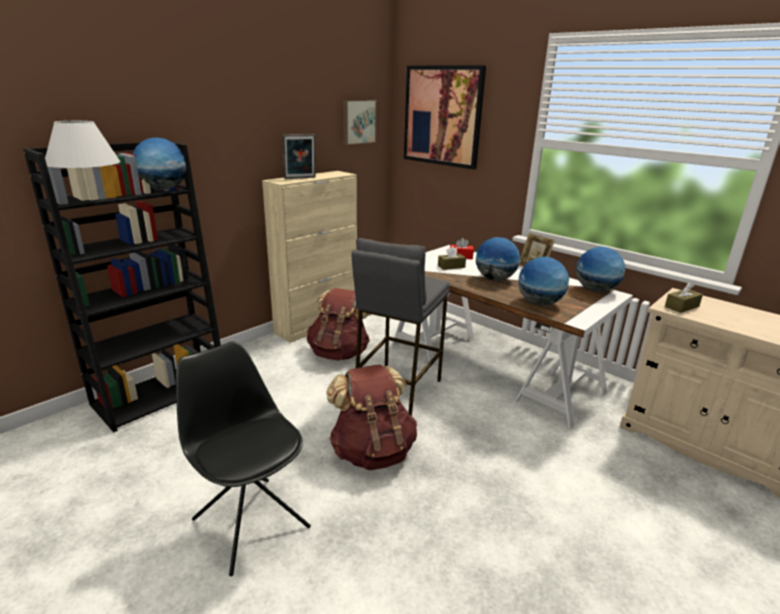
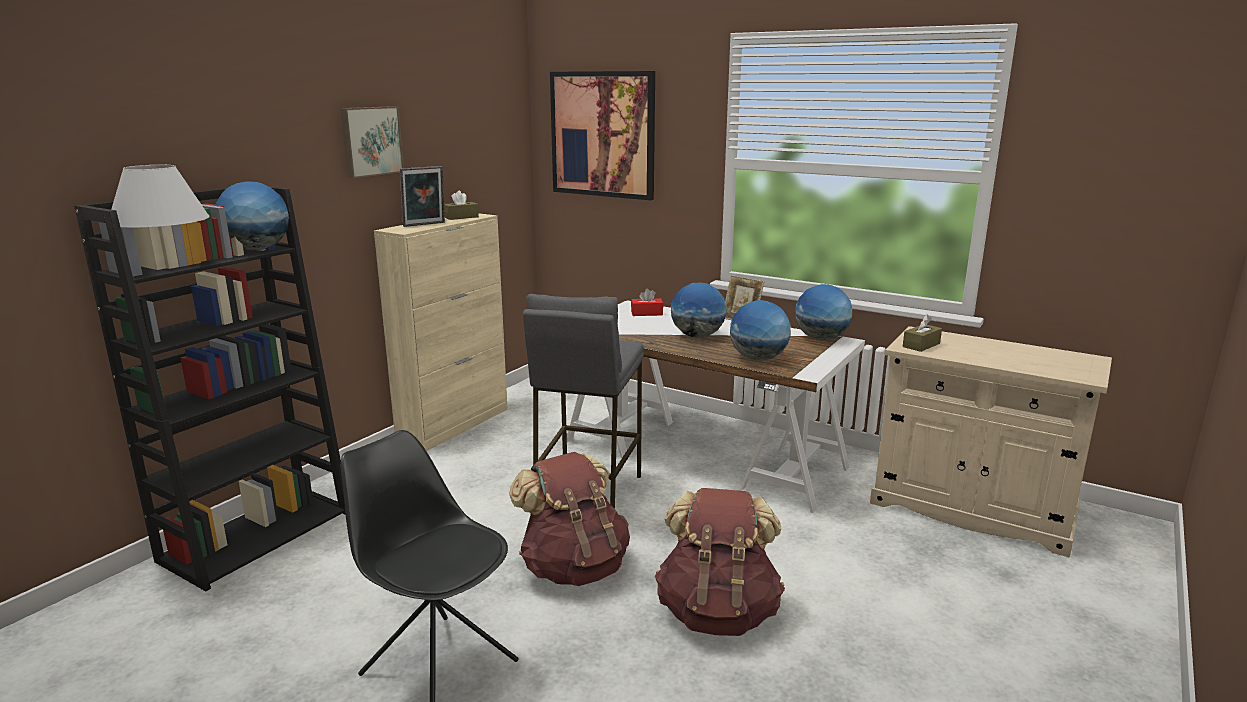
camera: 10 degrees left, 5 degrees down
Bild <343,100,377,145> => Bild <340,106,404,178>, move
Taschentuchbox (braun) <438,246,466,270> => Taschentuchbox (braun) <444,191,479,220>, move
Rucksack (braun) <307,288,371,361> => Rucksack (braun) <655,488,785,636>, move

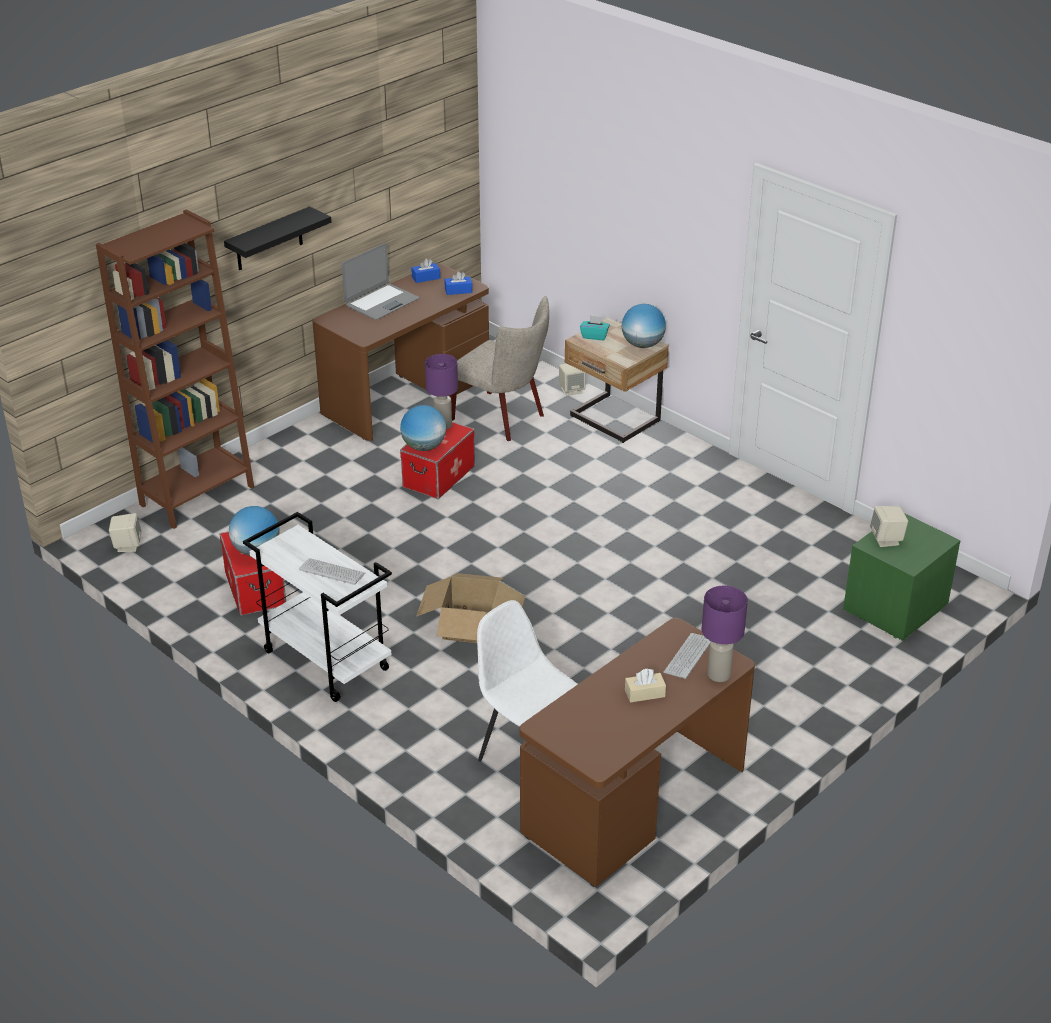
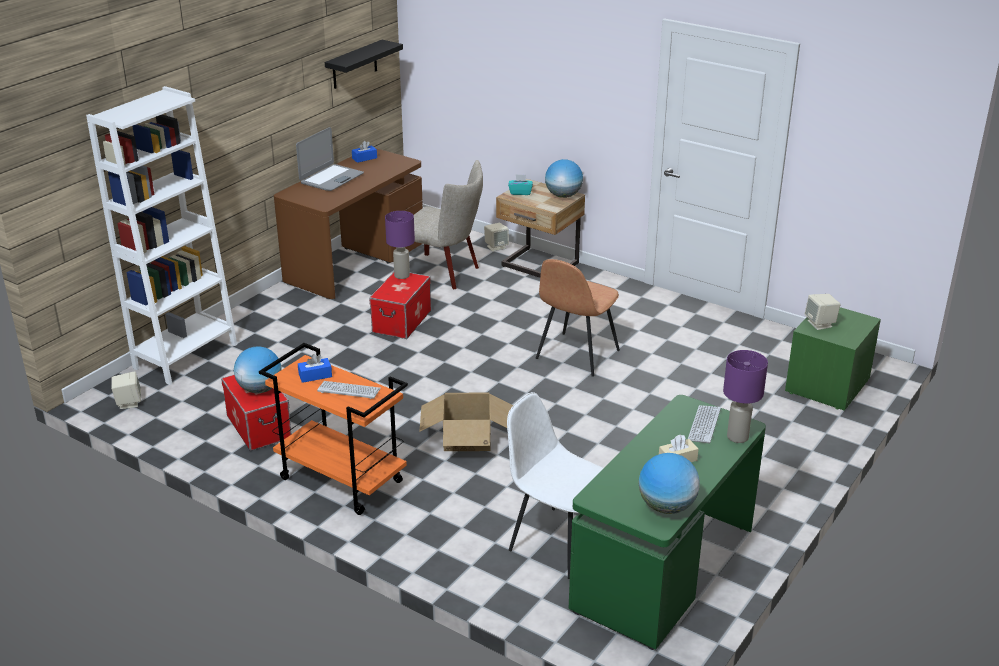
camera: 10 degrees left, 5 degrees down
Bücherregal (braun) <96,210,254,529> => Bücherregal (weiß) <86,86,237,385>
Rollwagen (weiß) <243,512,392,702> => Rollwagen (orange) <259,343,408,515>
Taschentuchbox (blau) <444,271,472,295> => Taschentuchbox (blau) <298,354,332,383>, move
Wandregal (schwarz) <224,206,332,270> => Wandregal (schwarz) <325,40,403,89>, move
nothing => Stuhl (braun) <536,259,620,377>
Schreibtisch (braun) <519,618,755,887> => Schreibtisch (grün) <569,395,766,650>
Globus <400,405,446,451> => Globus <639,453,700,514>, move

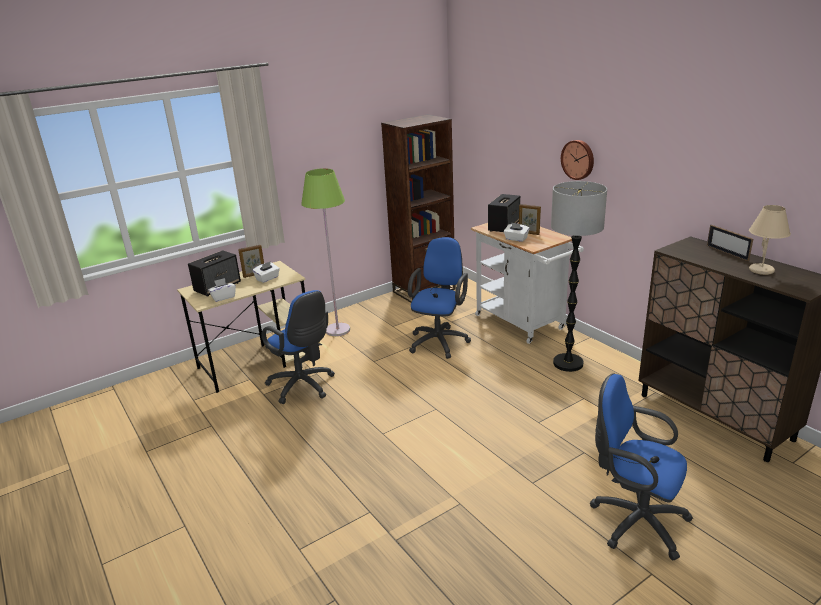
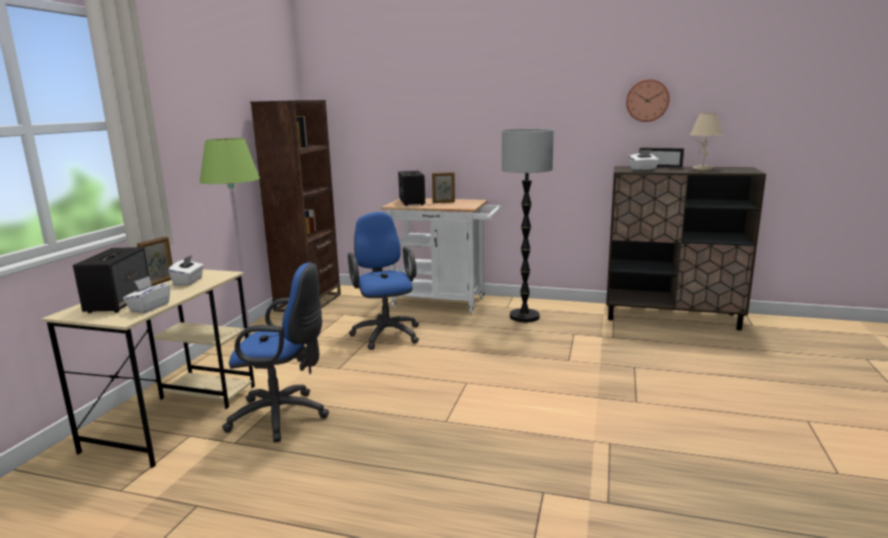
camera: 40 degrees left, 10 degrees down
Wanduhr <561,140,594,180> => Wanduhr <626,79,670,122>, move
Taschentuchbox (weiß) <504,222,530,242> => Taschentuchbox (weiß) <629,150,659,170>, move
Bürostuhl (blau) <590,373,693,560> => nothing

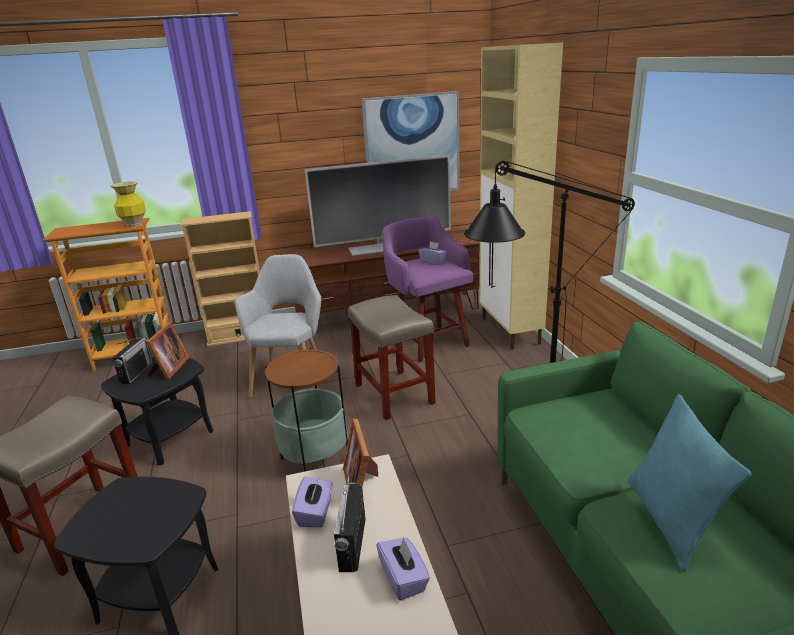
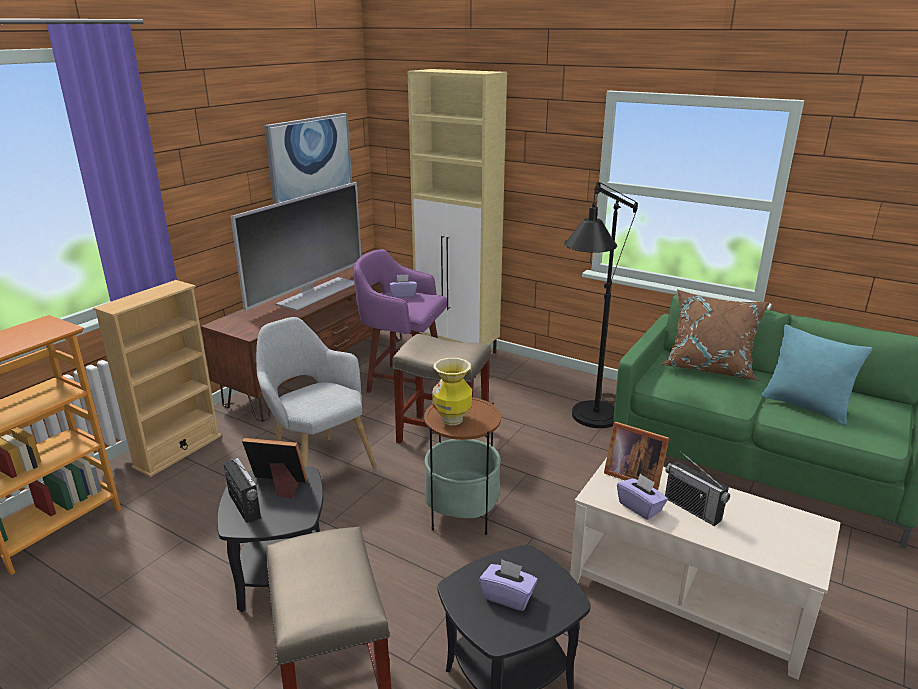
camera: 45 degrees left, 0 degrees up
Bilderrahmen <146,322,190,380> => Bilderrahmen <242,438,307,499>, 45 degrees counterclockwise
Vase <110,181,146,227> => Vase <432,358,472,425>, move
Taschentuchbox (lila) <376,536,430,601> => Taschentuchbox (lila) <479,559,538,611>, move
nothing => Kissen (braun) <660,289,770,381>

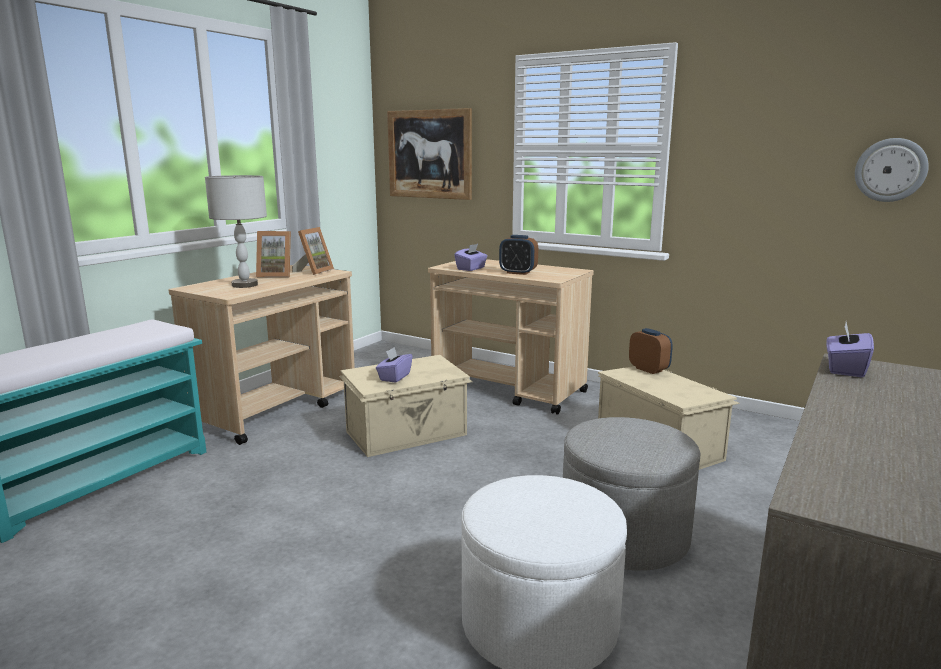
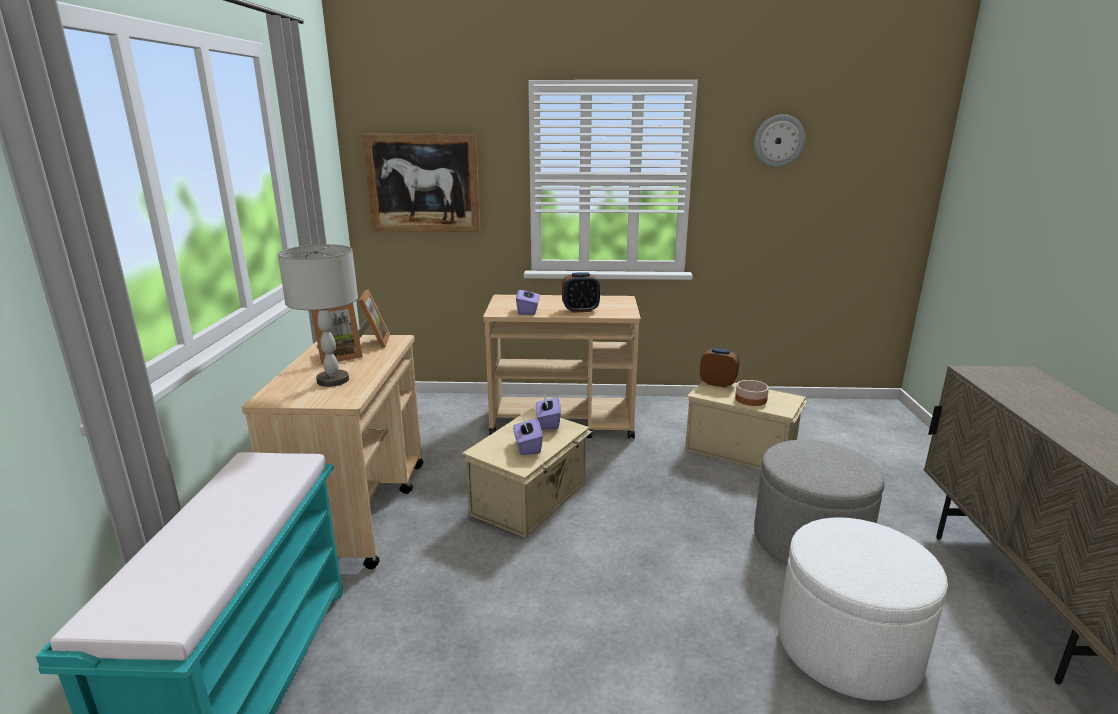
camera: 30 degrees left, 5 degrees up
Taschentuchbox (lila) <826,322,874,377> => Taschentuchbox (lila) <536,393,561,429>, move
nothing => Schüssel <735,380,769,406>
Wanduhr <855,138,929,202> => Wanduhr <754,114,805,167>, move

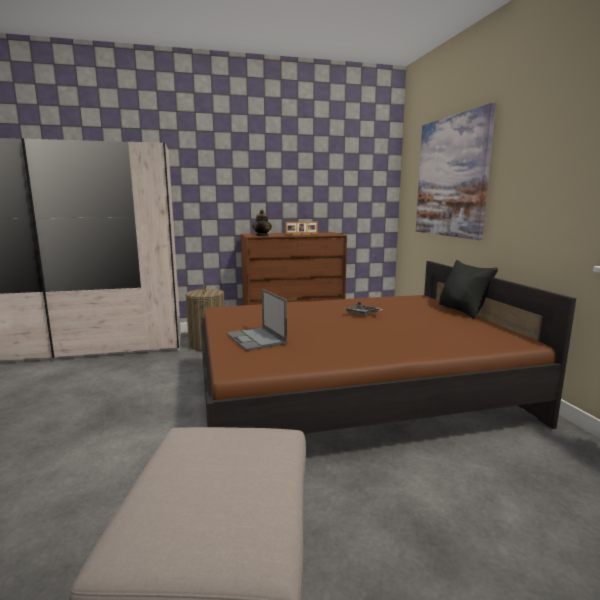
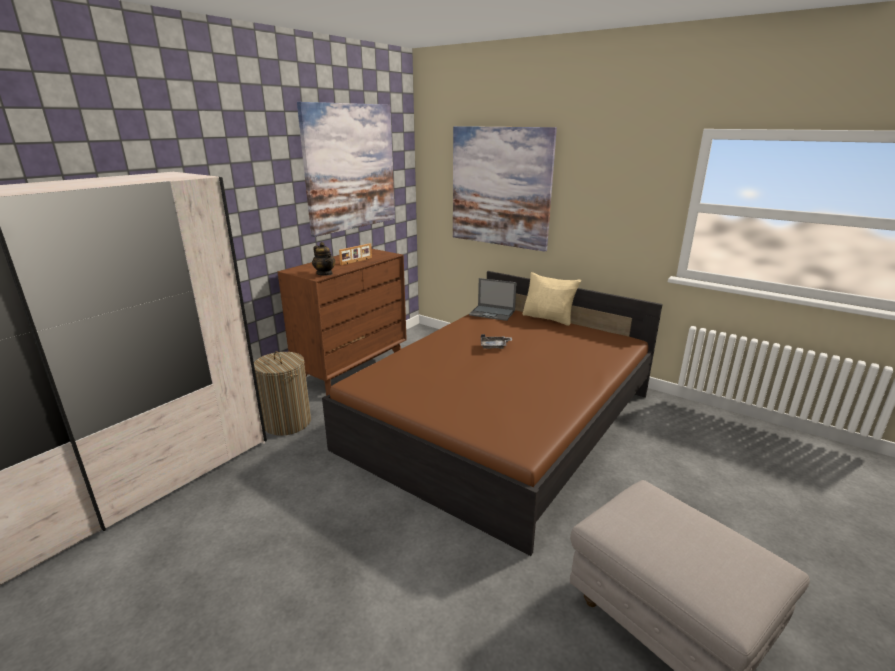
camera: 40 degrees left, 10 degrees up
nothing => Bild <297,102,395,237>
Laptop <226,289,287,351> => Laptop <469,278,517,321>, move
Kissen (schwarz) <439,260,498,319> => Kissen (beige) <522,272,581,326>

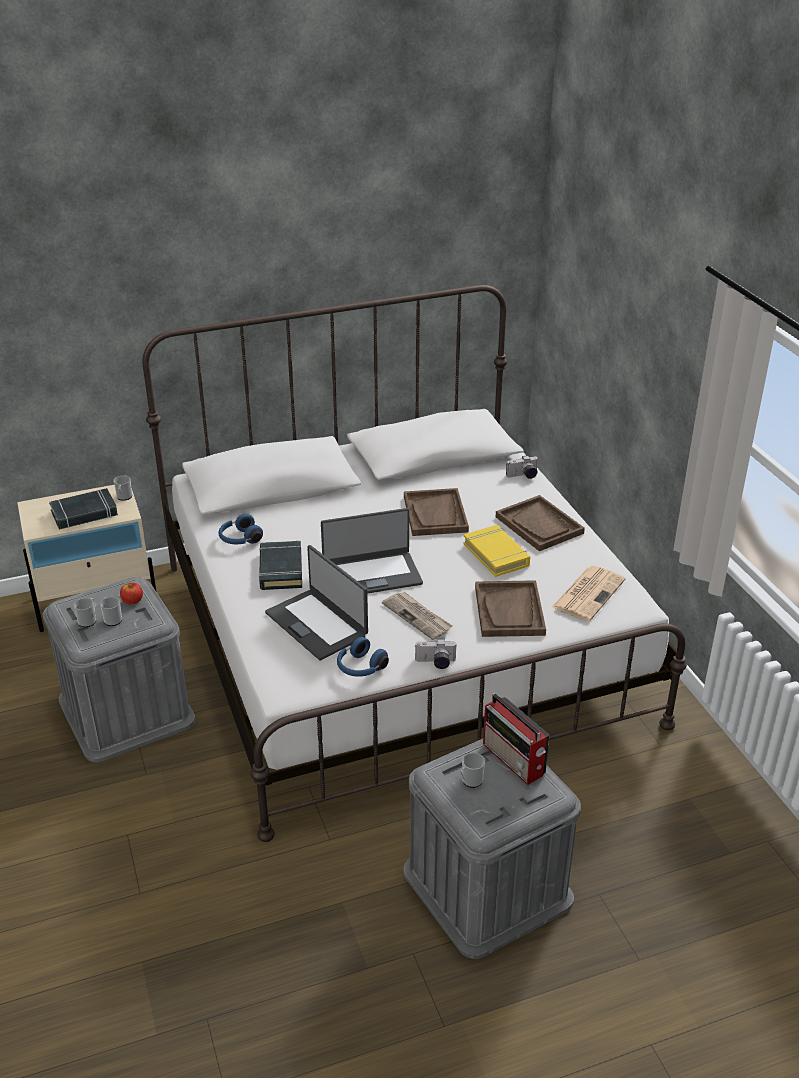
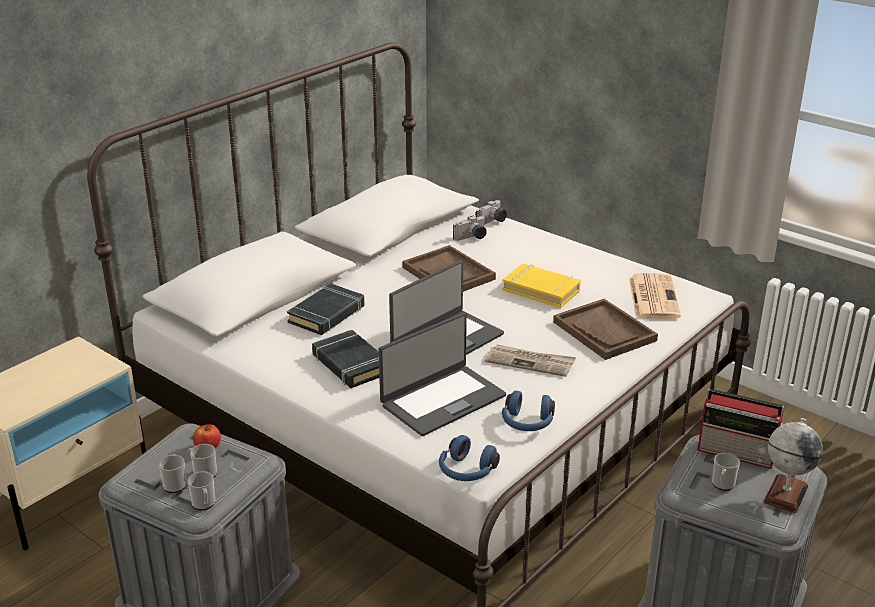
camera: 30 degrees left, 5 degrees down
Henkelbecher <113,475,132,501> => Henkelbecher <187,471,215,510>, move
Buch (schwarz) <49,488,118,529> => Buch (schwarz) <287,284,365,335>, move
Laptop <265,545,368,660> => Laptop <379,312,506,436>, 60 degrees counterclockwise
Kopfhörer (blau) <219,514,263,544> => Kopfhörer (blau) <439,435,500,481>, move
Kamera <415,638,457,669> => Kamera <453,216,487,241>, move
nothing => Globus <764,418,823,513>
Tablett (braun) <496,495,585,551> => nothing

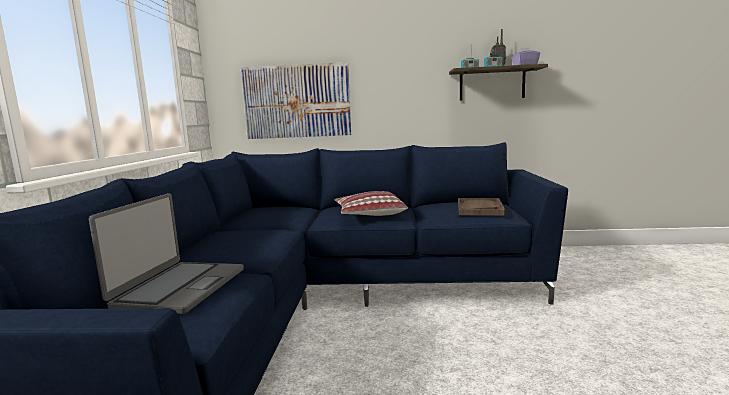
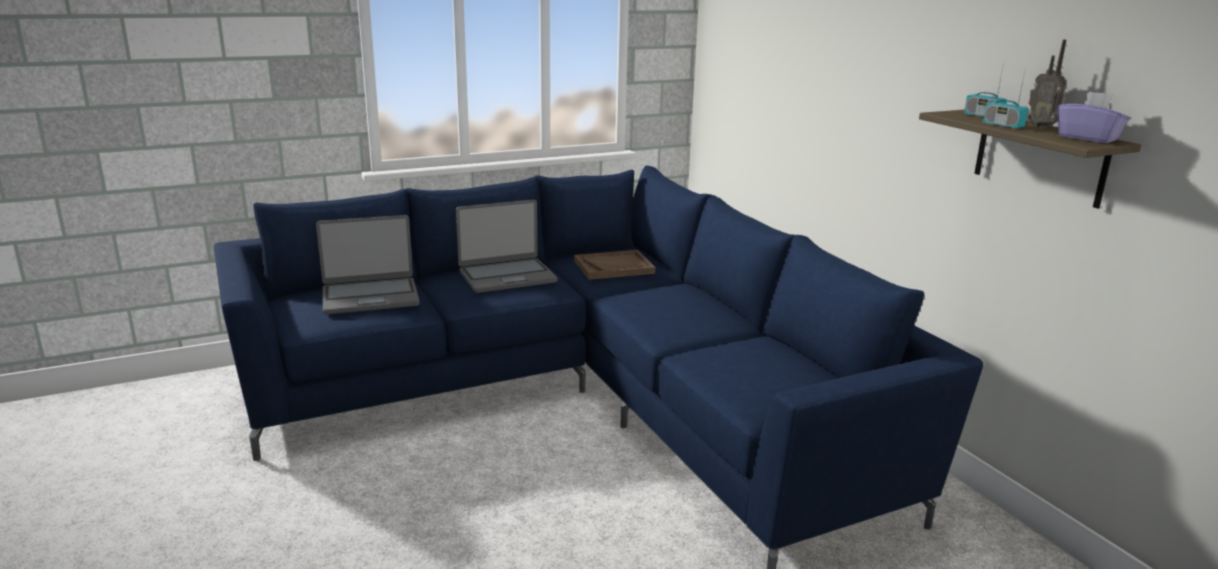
camera: 60 degrees right, 10 degrees up
nothing => Laptop <456,200,557,293>
Tablett (braun) <458,198,505,216> => Tablett (braun) <574,250,655,280>, move
Bild <241,62,351,139> => nothing
Kissen <334,191,408,216> => nothing

